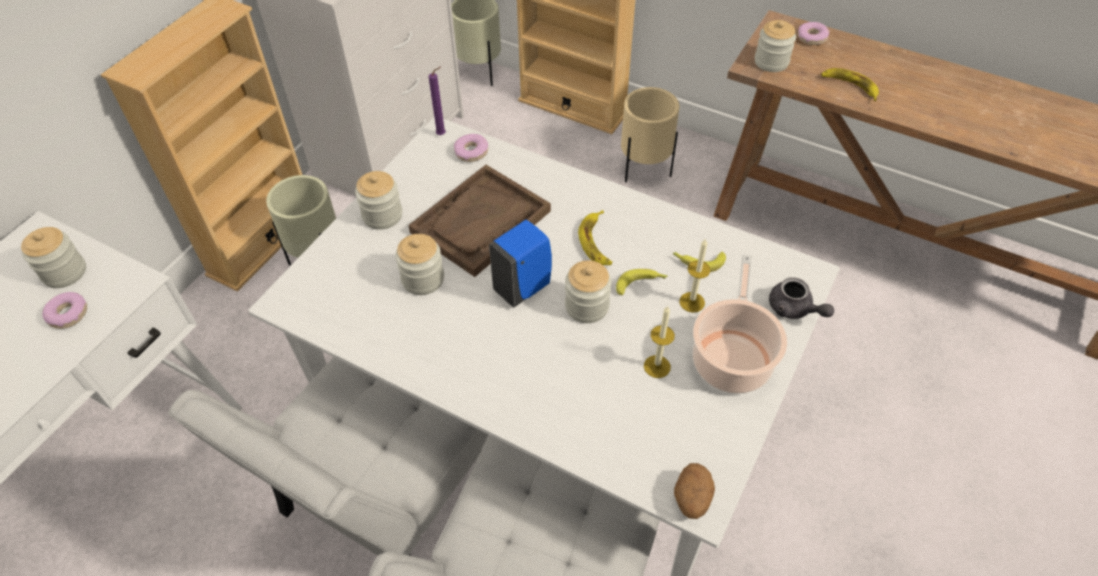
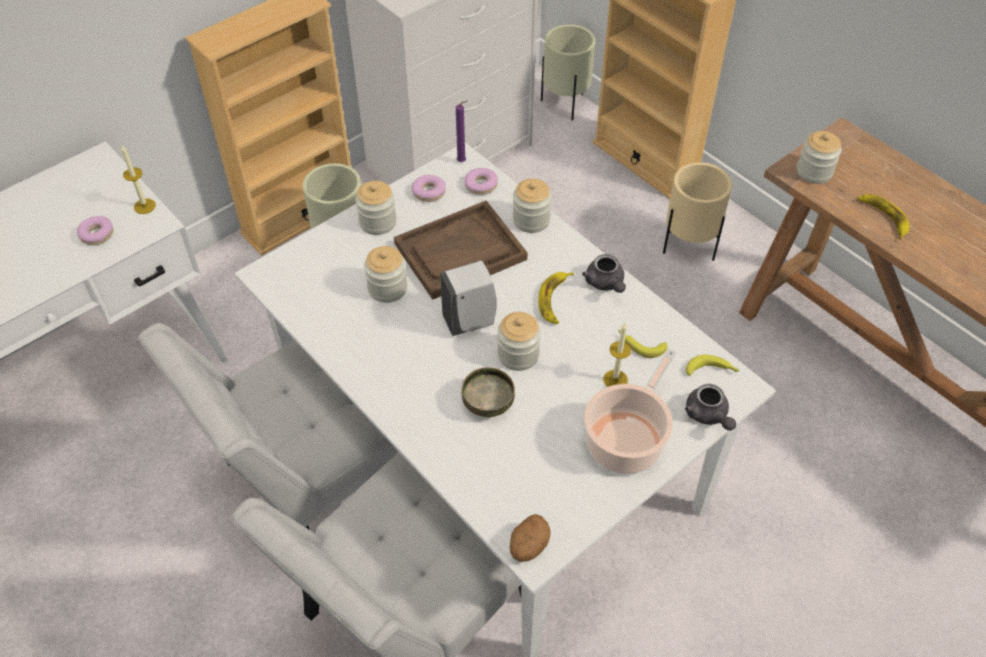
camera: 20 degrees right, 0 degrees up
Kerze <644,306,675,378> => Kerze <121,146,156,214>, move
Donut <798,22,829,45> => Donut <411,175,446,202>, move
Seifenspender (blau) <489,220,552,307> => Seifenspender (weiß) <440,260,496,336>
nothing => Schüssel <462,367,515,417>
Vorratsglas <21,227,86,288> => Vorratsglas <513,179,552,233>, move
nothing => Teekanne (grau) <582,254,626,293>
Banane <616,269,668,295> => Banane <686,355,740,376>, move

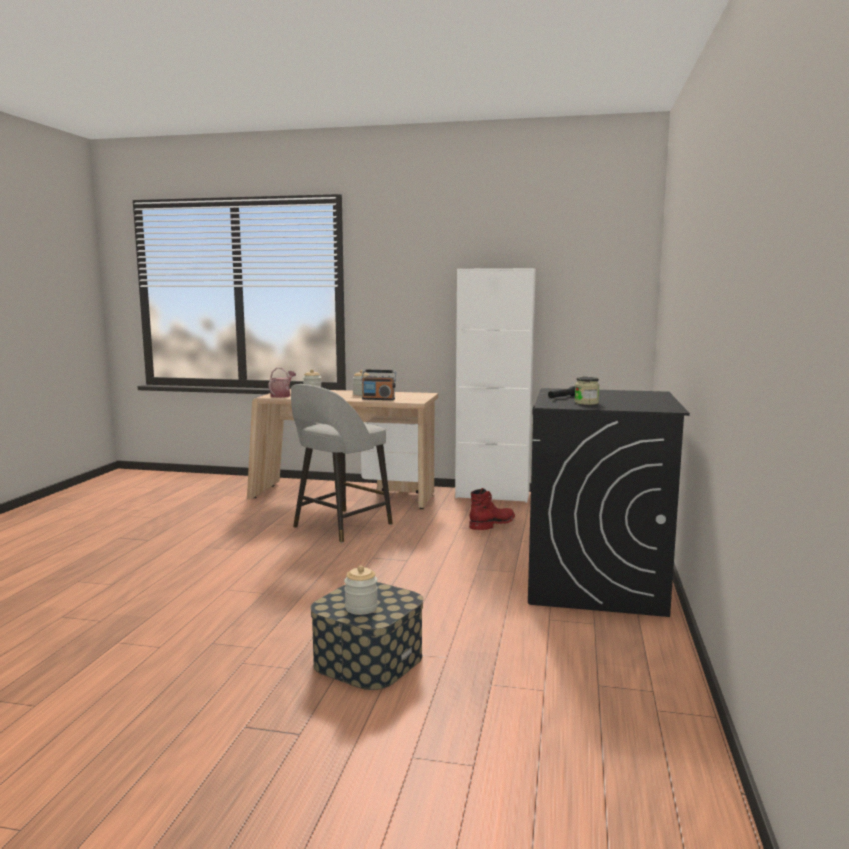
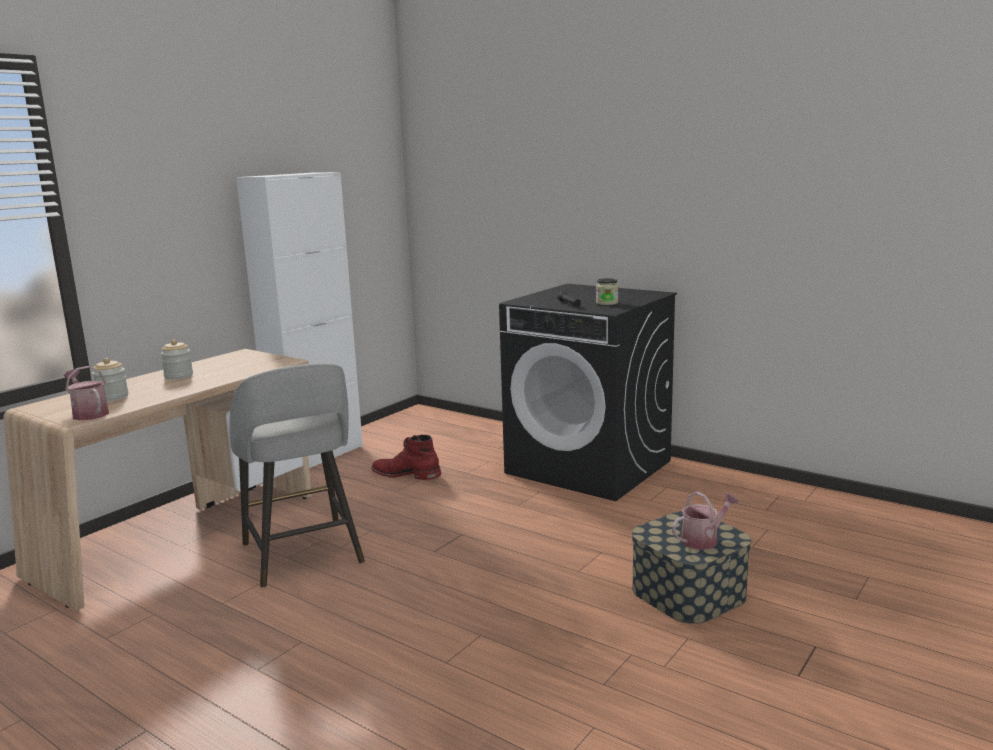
camera: 65 degrees left, 5 degrees up
Stiefel (rot) <469,488,515,530> => Stiefel (rot) <372,435,441,480>, 45 degrees counterclockwise
Vorratsglas <344,566,378,615> => Gießkanne <672,491,739,550>
Radio <361,370,396,400> => nothing

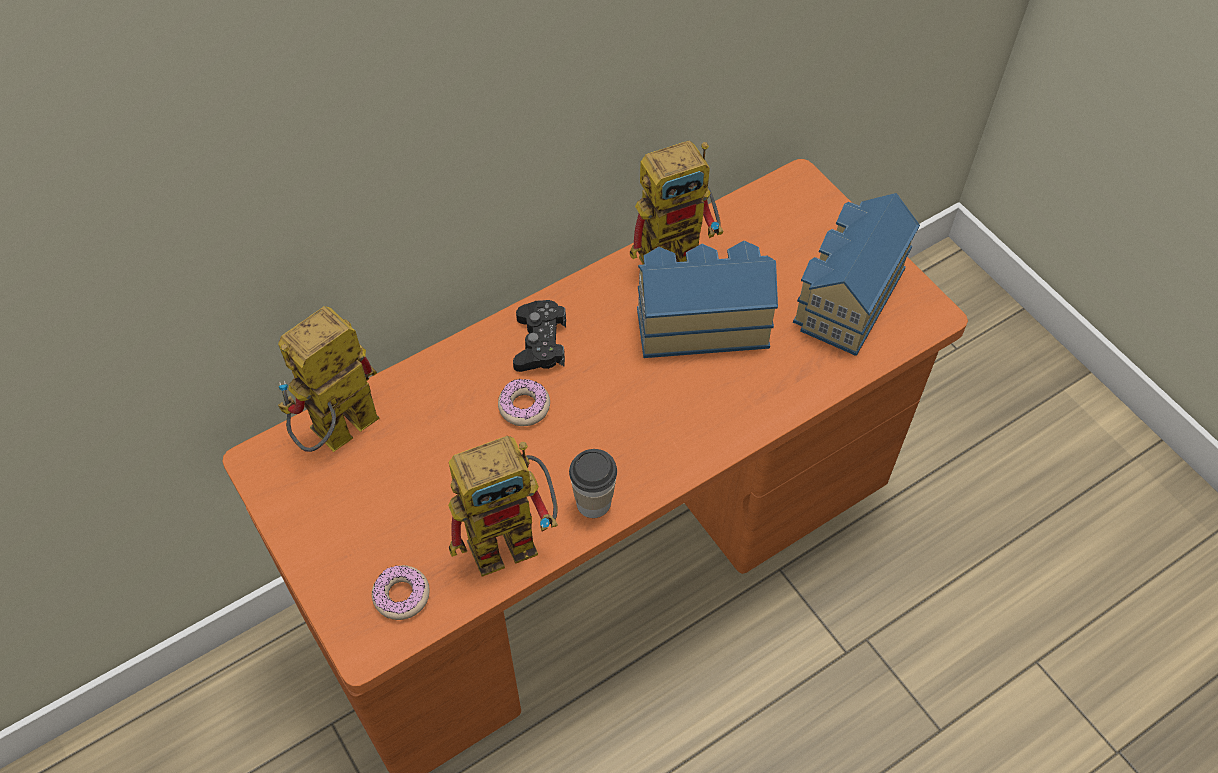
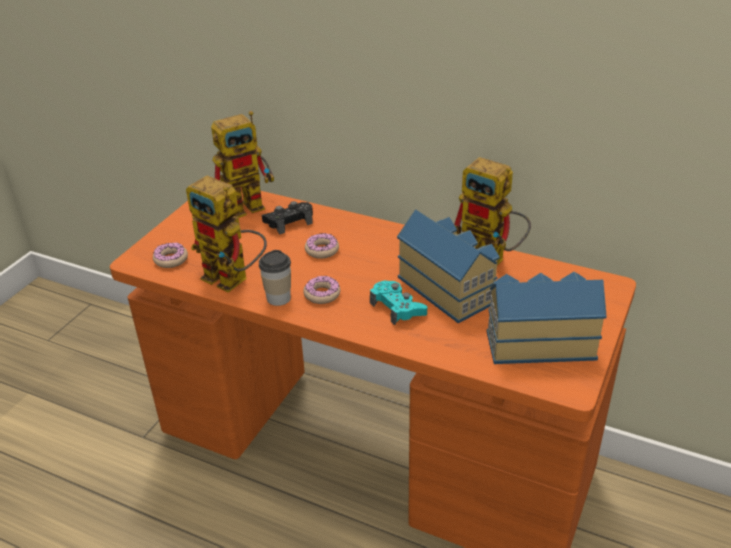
camera: 60 degrees right, 20 degrees down
Spielzeugroboter <278,306,380,452> => Spielzeugroboter <211,111,274,218>, 135 degrees clockwise
Gamepad (schwarz) <513,300,566,372> => Gamepad (schwarz) <262,201,313,235>, move
nothing => Donut <303,276,340,304>
nothing => Gamepad (türkis) <370,280,427,325>

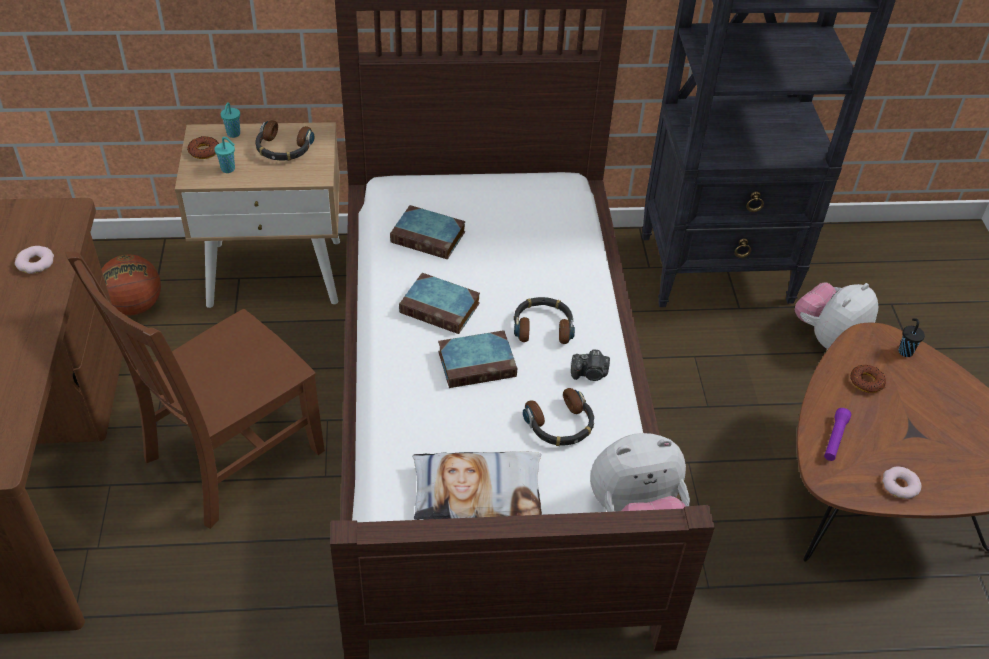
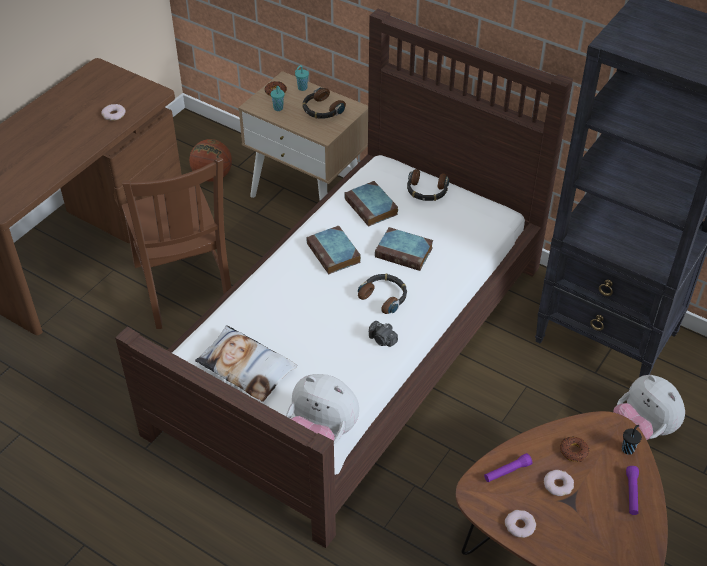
camera: 40 degrees right, 0 degrees up
Stuhl (braun) <65,251,325,529> => Stuhl (braun) <122,157,231,329>, 105 degrees counterclockwise
Buch <438,330,517,388> => Buch <375,227,433,271>, move
Kopfhörer <523,388,594,446> => Kopfhörer <407,169,449,201>, move
nothing => Donut <544,470,574,496>
Plüschtier <795,282,879,350> => Plüschtier <613,375,685,440>, 120 degrees counterclockwise
nothing => Taschenlampe (lila) <626,466,639,515>

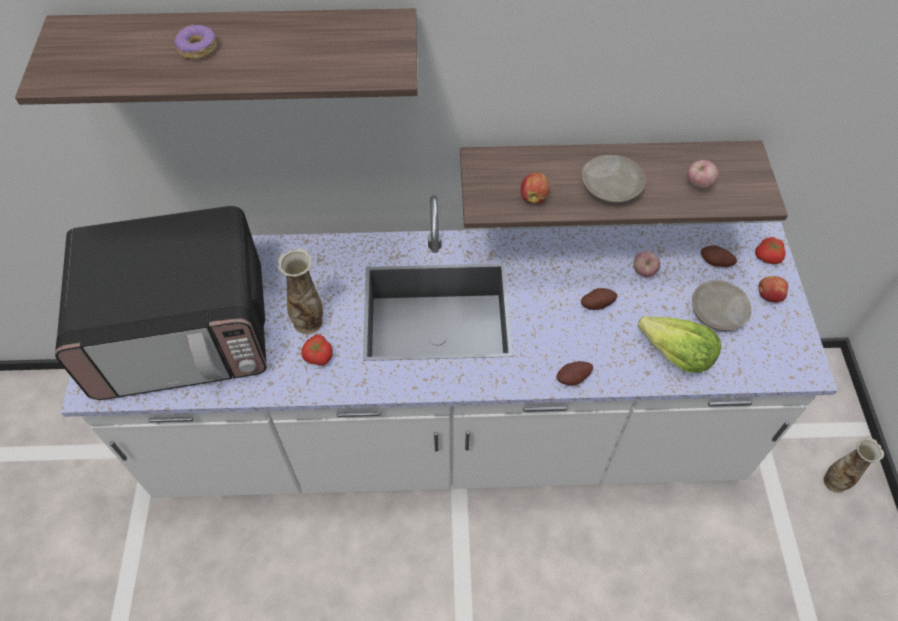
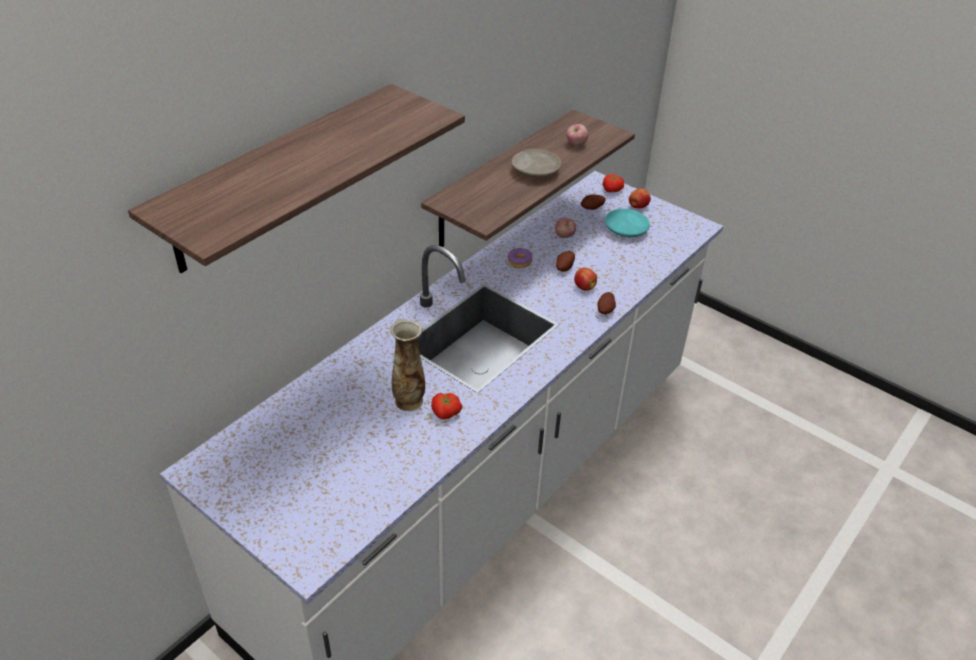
camera: 50 degrees left, 15 degrees down
Donut <174,24,217,60> => Donut <508,248,532,268>, move
Apfel <521,172,550,204> => Apfel <574,268,597,291>, move
Teller (beige) <692,281,751,331> => Teller (türkis) <605,209,650,237>
Mikrowelle <55,206,267,400> => nothing
Salatkopf <638,316,721,373> => nothing
Vase <823,438,884,493> => nothing

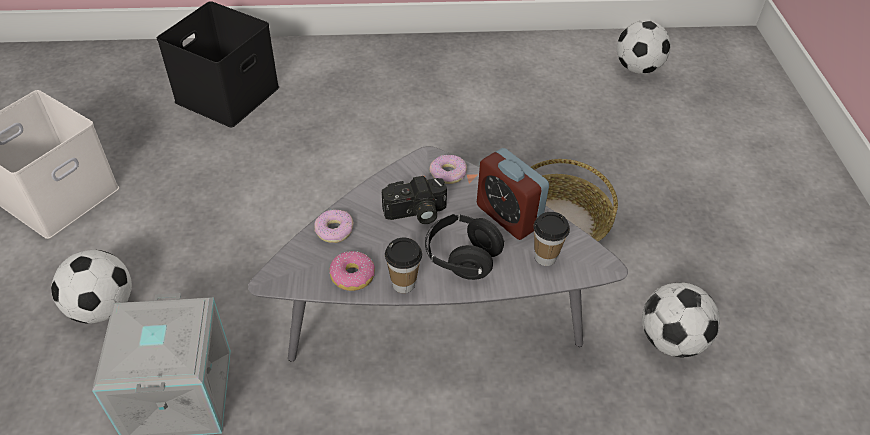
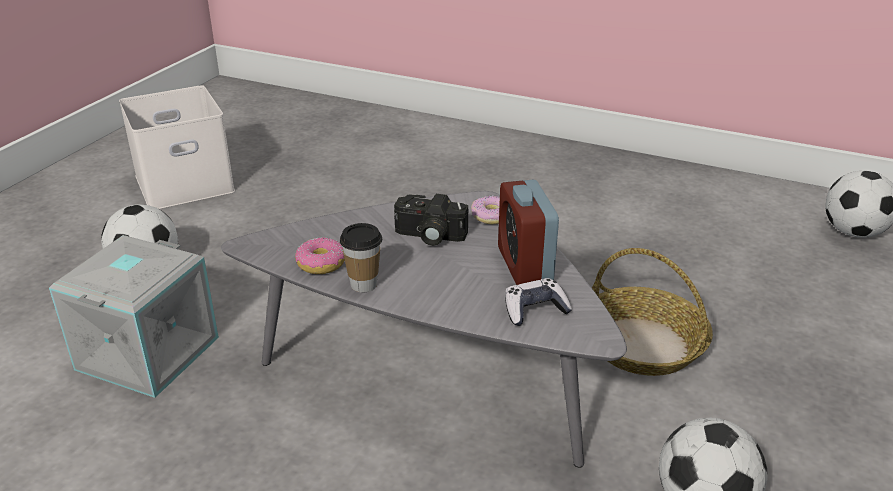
camera: 30 degrees right, 15 degrees down
Tasse <534,212,570,266> => Gamepad <505,278,572,326>
Aufbewahrungsbox (schwarz) <157,1,279,128> => nothing
Donut <315,210,354,243> => nothing
Kopfhörer (schwarz) <425,214,505,280> => nothing

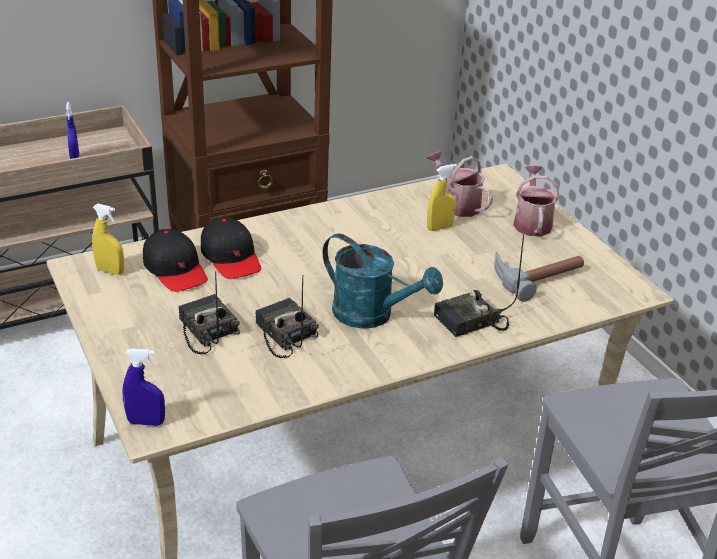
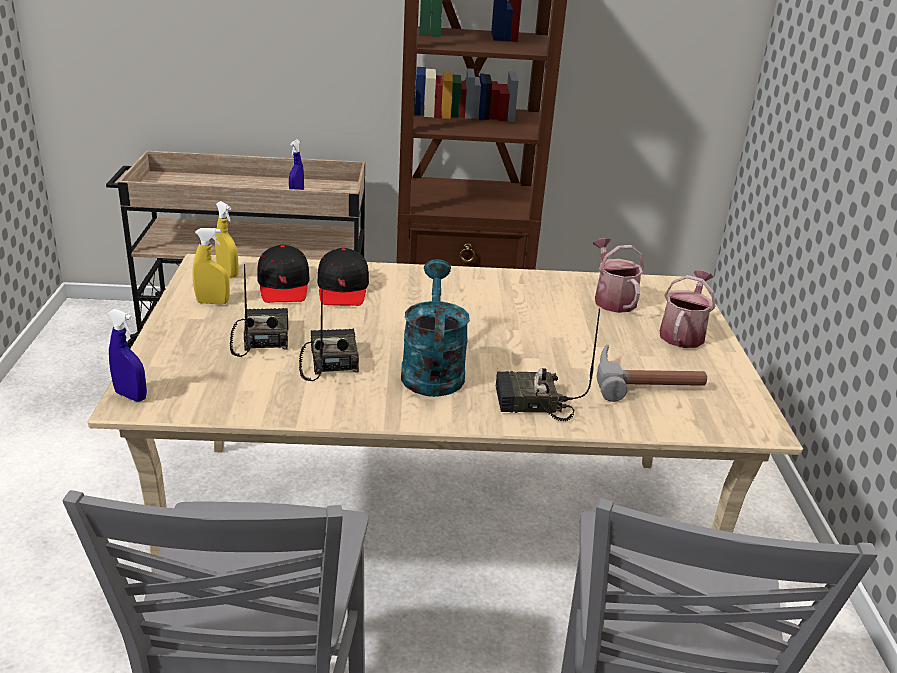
camera: 25 degrees right, 5 degrees down
Sprühflasche (gelb) <427,164,457,231> => Sprühflasche (gelb) <192,228,230,304>, move
Gießkanne (türkis) <323,234,443,329> => Gießkanne (türkis) <401,259,470,397>, 150 degrees counterclockwise

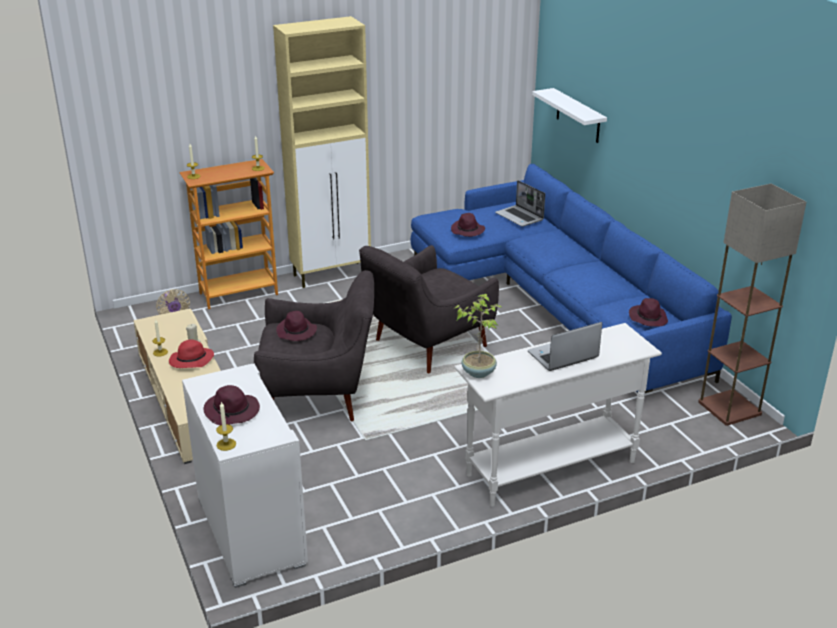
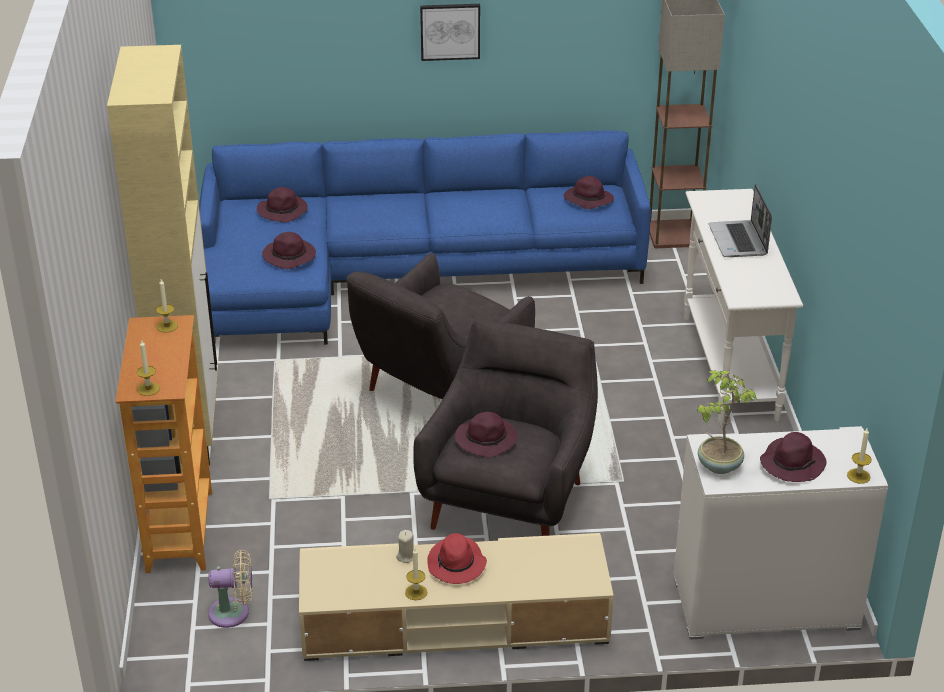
camera: 70 degrees left, 5 degrees up
Laptop <495,180,545,227> => Hut (lila) <257,187,308,222>
Sessel (grau) <359,245,499,373> => Sessel (grau) <346,253,535,399>, 60 degrees clockwise
nothing => Bild <420,4,480,61>
Topfpflanze <454,294,502,378> => Topfpflanze <697,370,757,474>, move
Wandregal (weiß) <532,88,607,143> => nothing

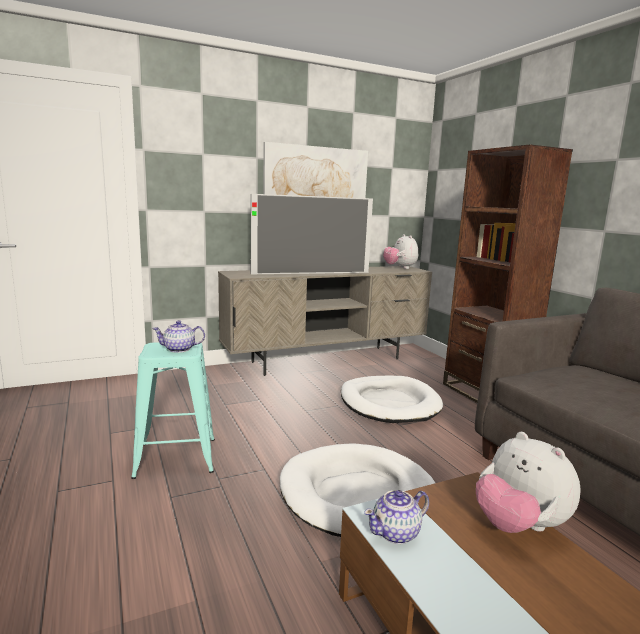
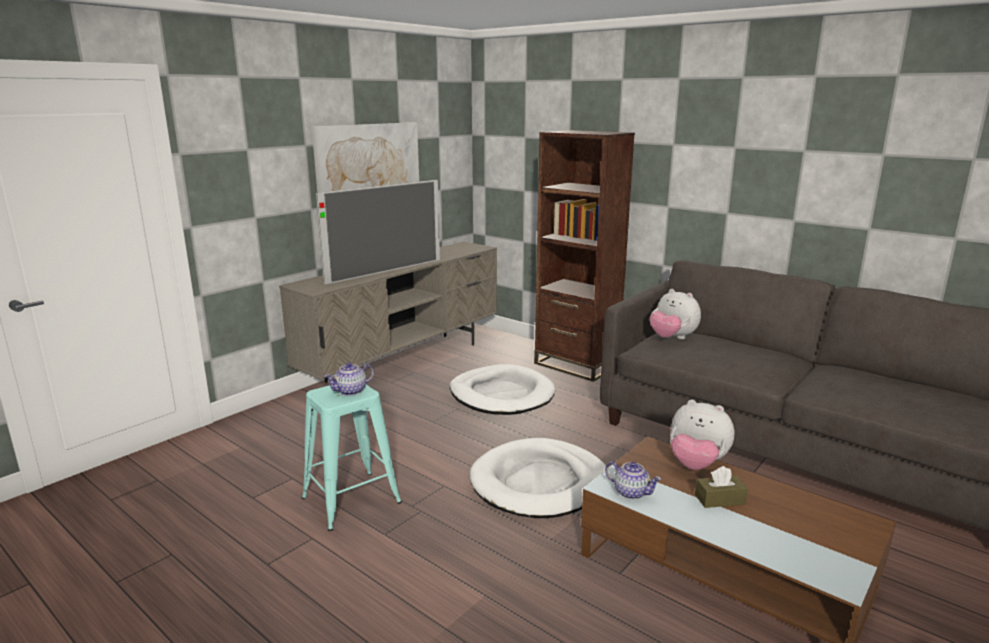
camera: 25 degrees left, 5 degrees up
Teekanne <364,490,429,544> => Teekanne <605,461,662,499>, 90 degrees counterclockwise
Plüschtier <383,234,418,269> => Plüschtier <650,289,701,339>, move
nothing => Taschentuchbox (braun) <695,466,748,508>

